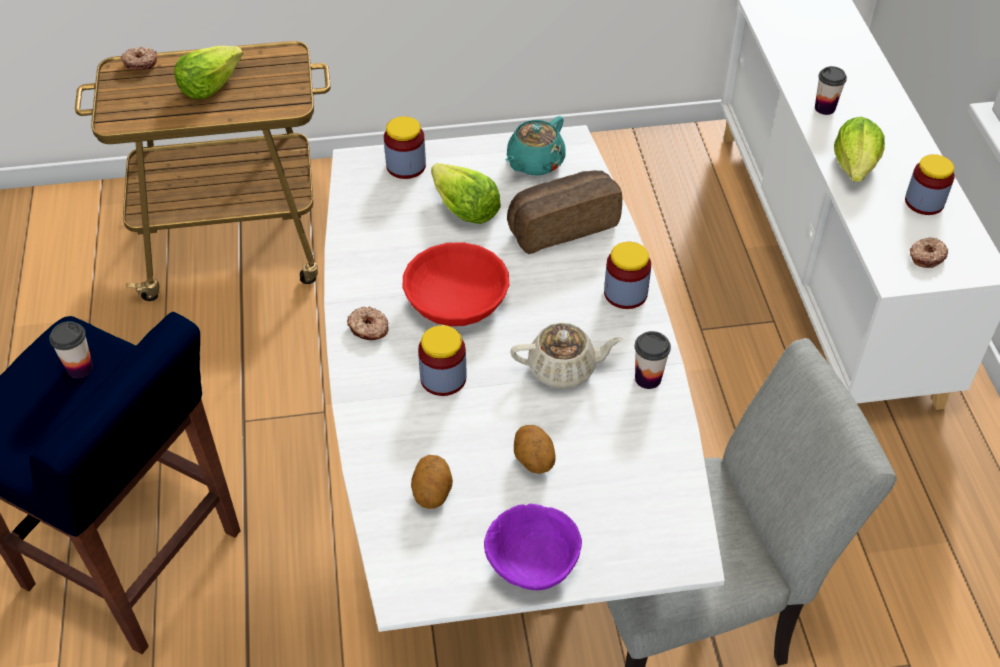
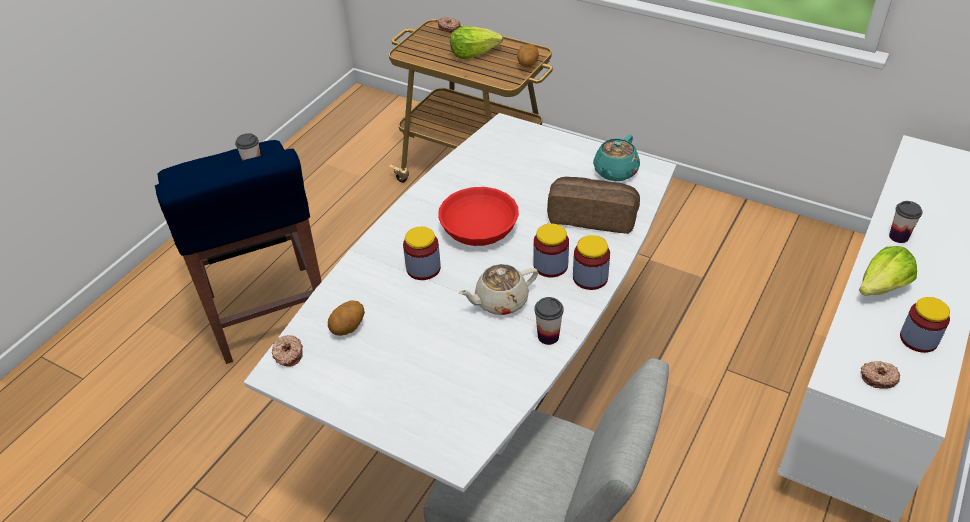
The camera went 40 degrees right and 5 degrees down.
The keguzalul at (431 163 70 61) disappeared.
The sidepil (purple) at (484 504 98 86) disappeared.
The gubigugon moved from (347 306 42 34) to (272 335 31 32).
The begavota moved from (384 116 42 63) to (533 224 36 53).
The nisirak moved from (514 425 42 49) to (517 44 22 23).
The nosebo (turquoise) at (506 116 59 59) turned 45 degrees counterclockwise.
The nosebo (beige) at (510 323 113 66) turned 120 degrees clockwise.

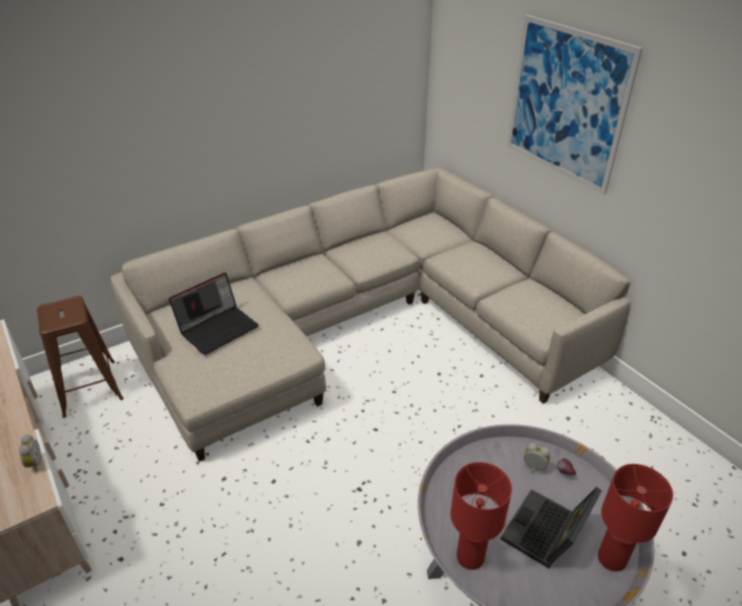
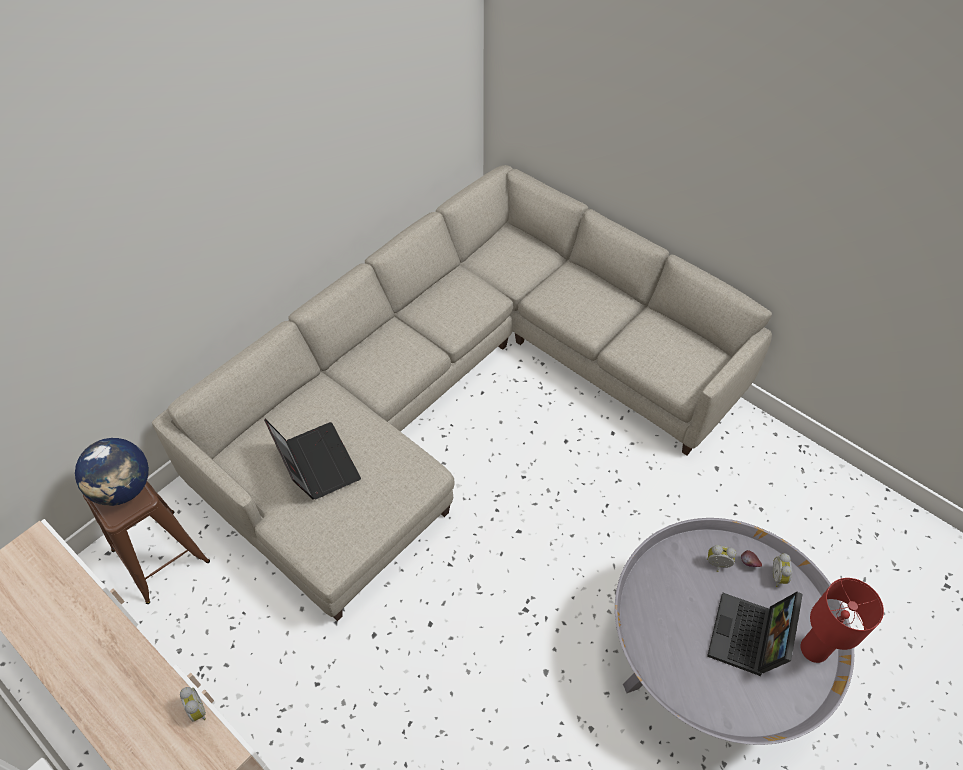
The camera went 15 degrees left and 15 degrees up.
The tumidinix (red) at (451 462 61 108) disappeared.
The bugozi at (507 15 136 180) disappeared.
The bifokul at (75 438 74 68) appeared.
The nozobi at (773 553 19 34) appeared.
The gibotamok at (169 272 90 83) turned 60 degrees counterclockwise.

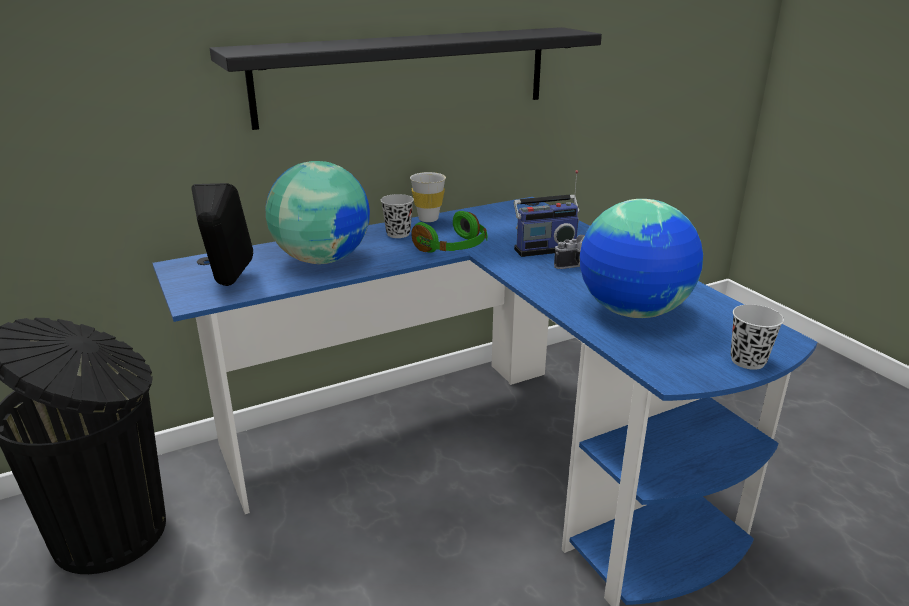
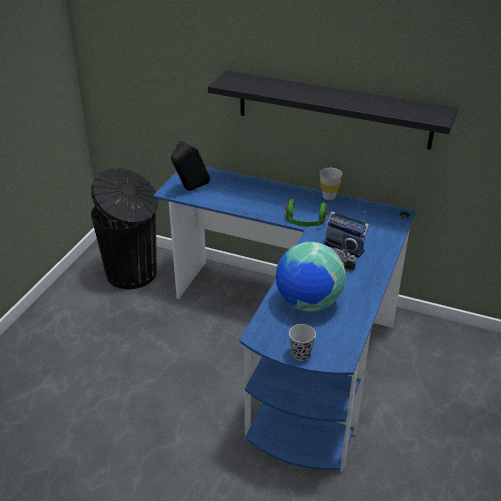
The camera went 50 degrees right and 10 degrees up.
The bifokul at (266 161 104 103) disappeared.
The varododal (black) at (381 194 33 44) disappeared.

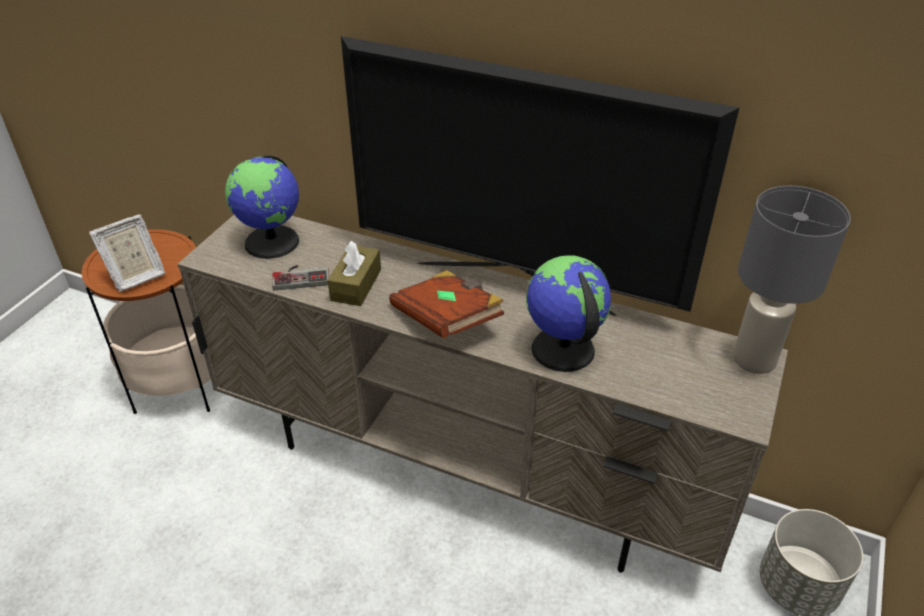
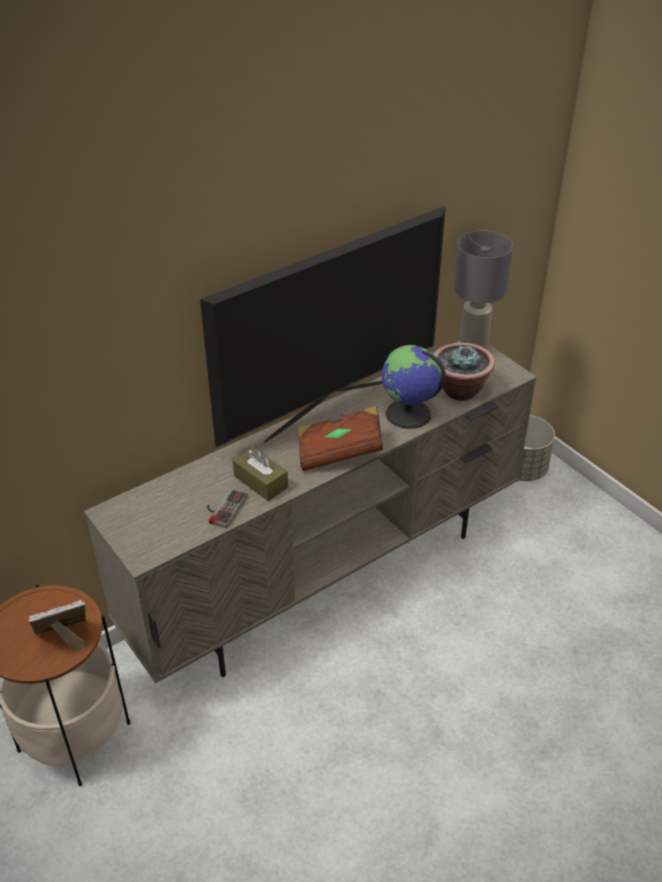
The camera went 60 degrees left and 0 degrees up.
The bifokul at (225 155 74 104) disappeared.
The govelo at (433 343 62 58) appeared.
The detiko at (89 214 77 78) turned 105 degrees counterclockwise.

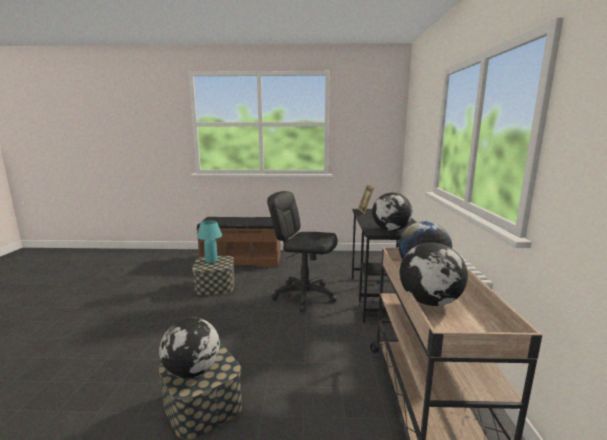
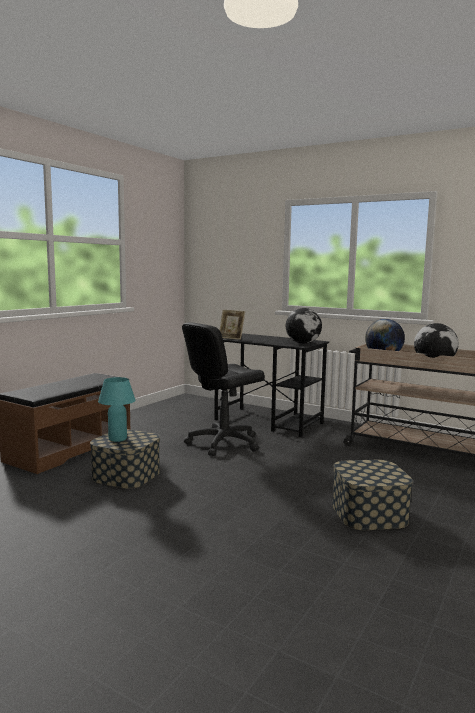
The camera went 60 degrees left and 5 degrees down.
The bifokul at (159 318 61 60) disappeared.

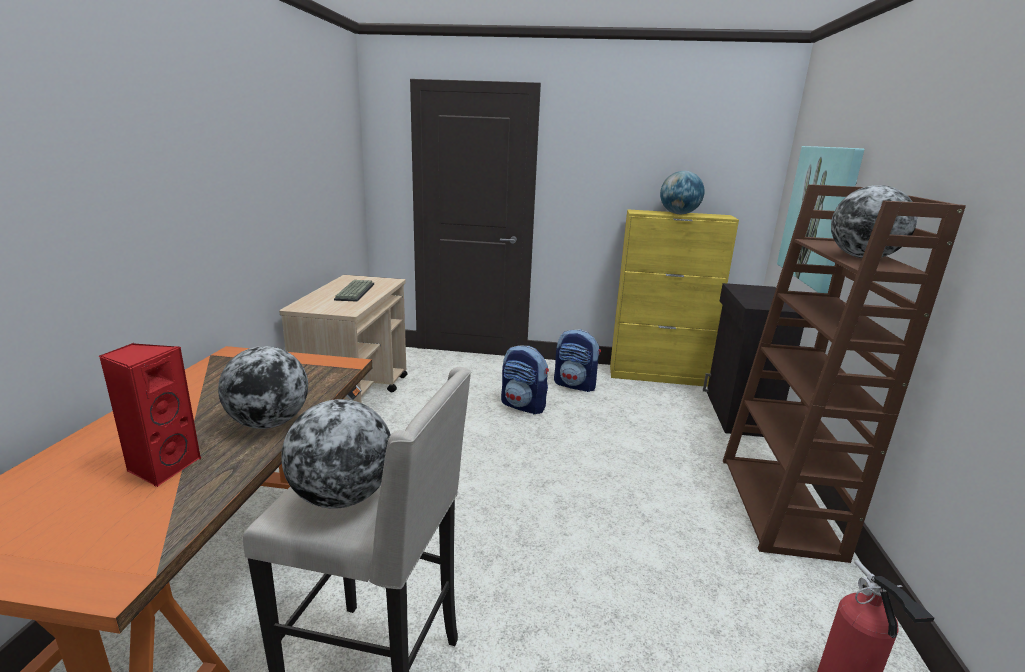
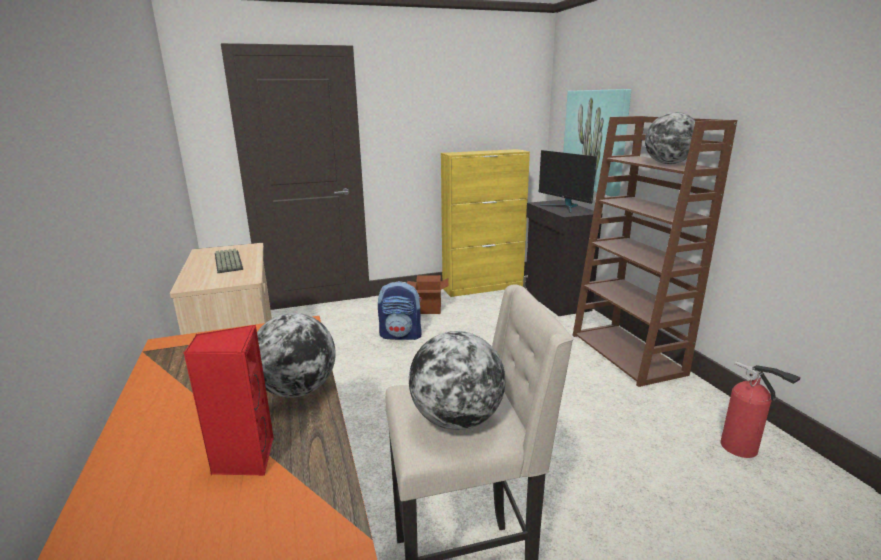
The camera went 25 degrees left and 0 degrees up.
The bifokul at (660 171 45 43) disappeared.
The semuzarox at (538 150 59 63) appeared.
The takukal at (554 329 47 63) was replaced by the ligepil at (407 275 42 39).

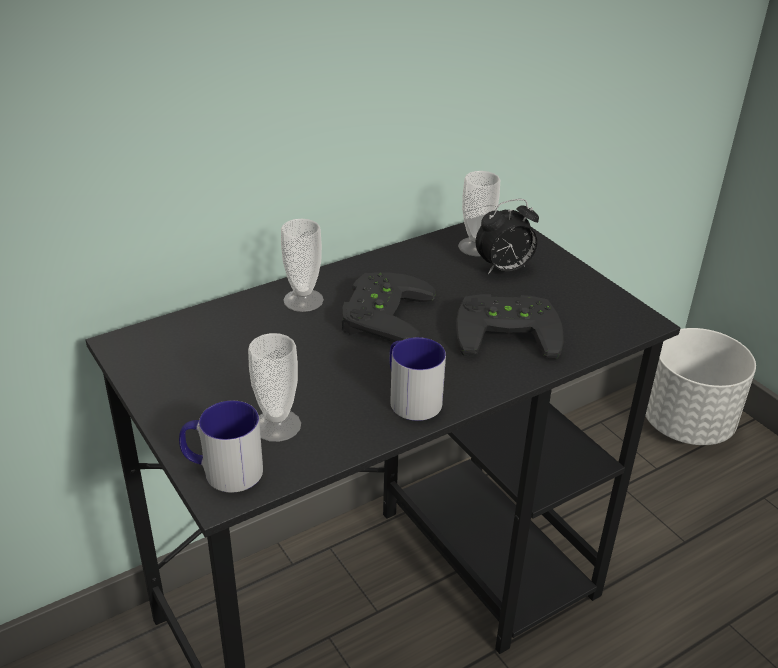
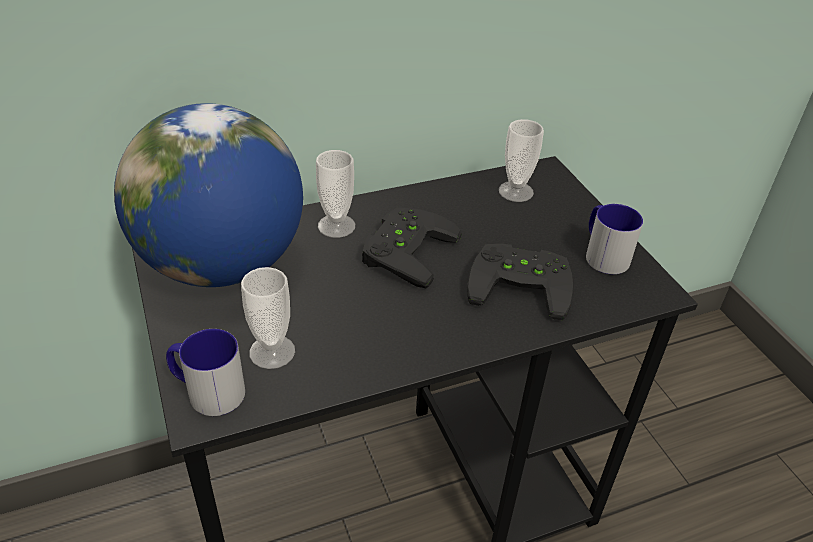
The camera went 10 degrees right and 5 degrees up.
The nozobi at (476 199 63 75) disappeared.
The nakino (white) at (645 328 111 117) disappeared.
The bifokul at (114 103 189 184) appeared.
The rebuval moved from (389 337 57 84) to (586 204 57 70).

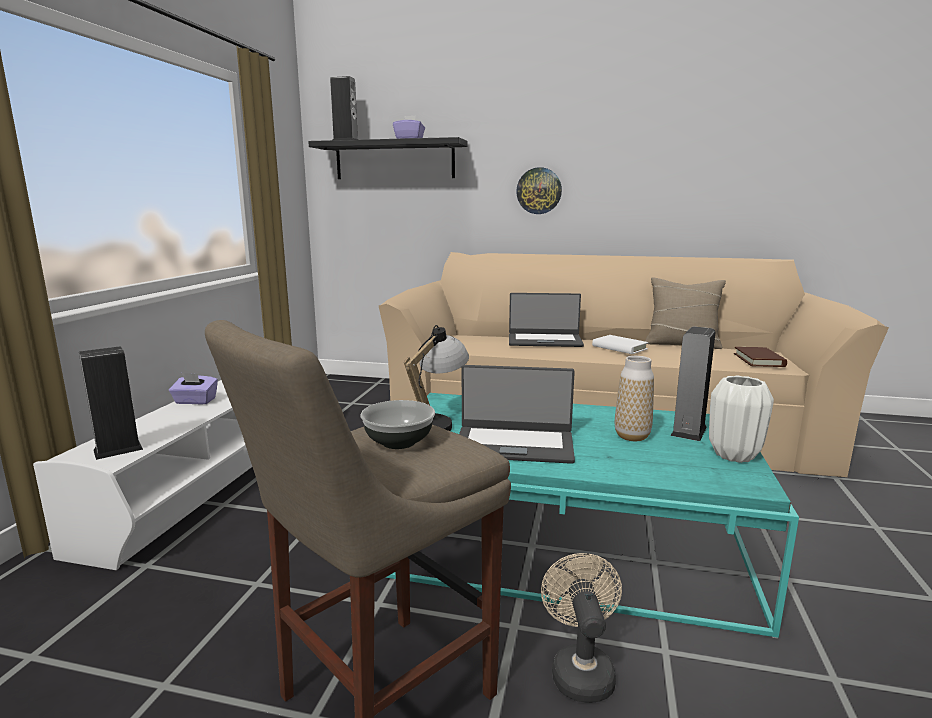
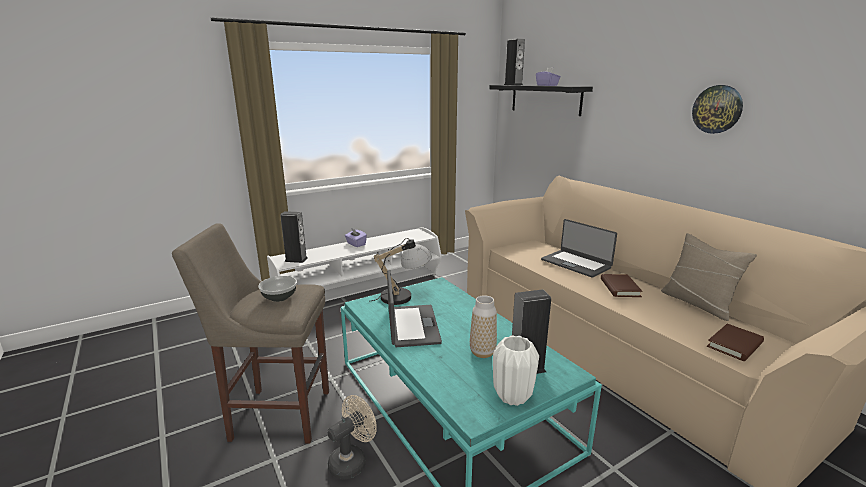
The camera went 45 degrees right and 5 degrees up.
The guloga moved from (516 167 46 47) to (692 85 51 49).
The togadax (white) at (592 335 57 19) became the togadax (brown) at (601 274 42 23).
The gibotamok at (459 365 116 99) turned 150 degrees counterclockwise.

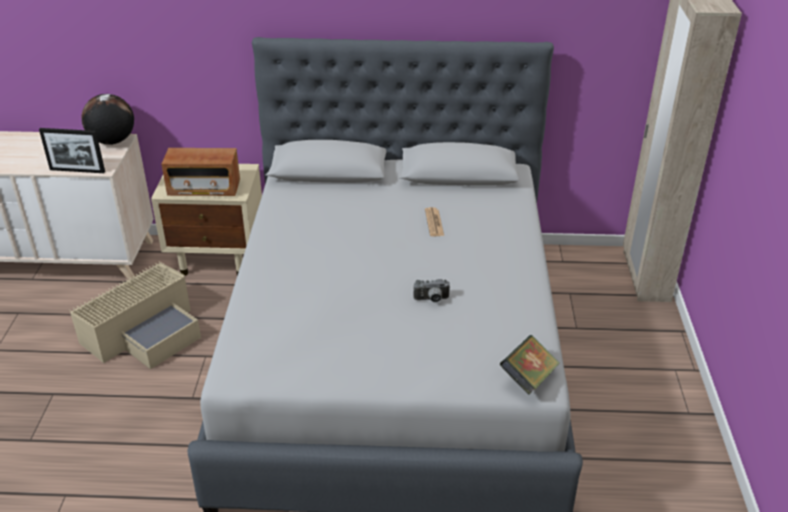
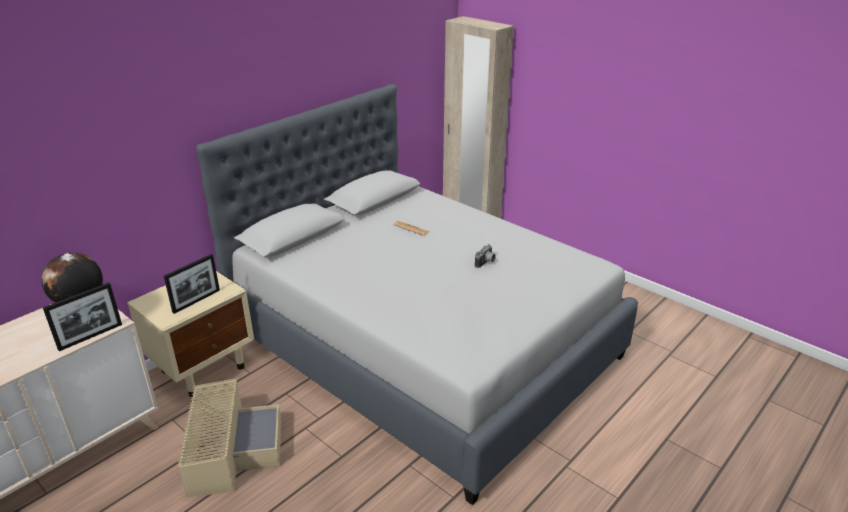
The camera went 50 degrees left and 5 degrees down.
The togadax at (500 335 60 60) disappeared.
The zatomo at (161 148 79 48) was replaced by the detiko at (164 254 56 60).

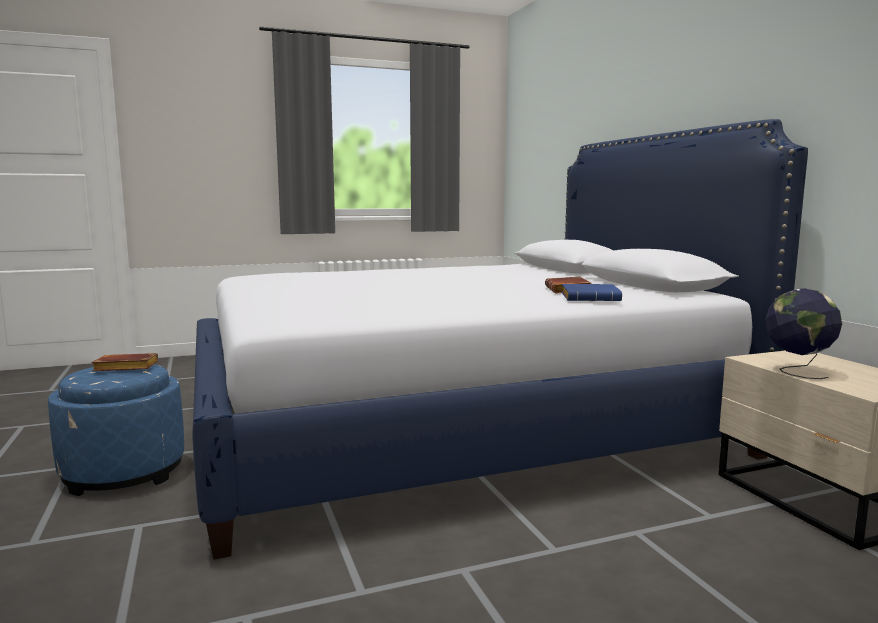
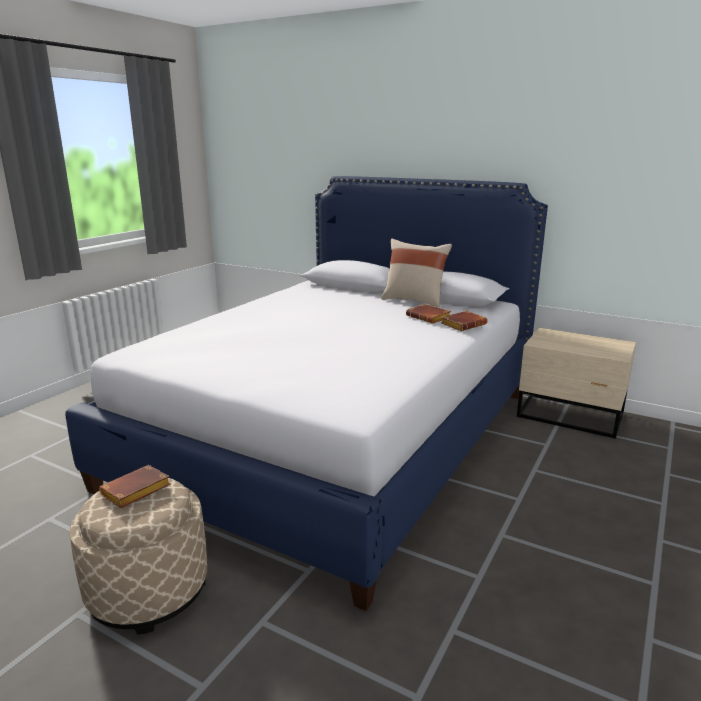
The camera went 40 degrees left and 10 degrees up.
The bifokul at (765 288 77 91) disappeared.
The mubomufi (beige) at (381 239 71 69) appeared.
The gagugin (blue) at (48 364 136 132) became the gagugin (beige) at (69 478 138 157).
The togadax (blue) at (562 284 60 17) became the togadax (brown) at (441 311 46 20).

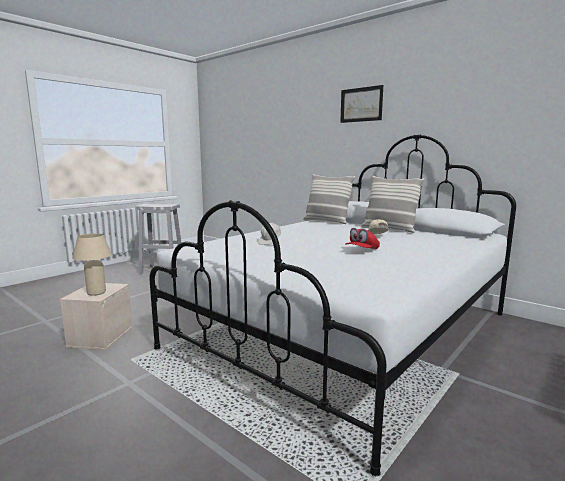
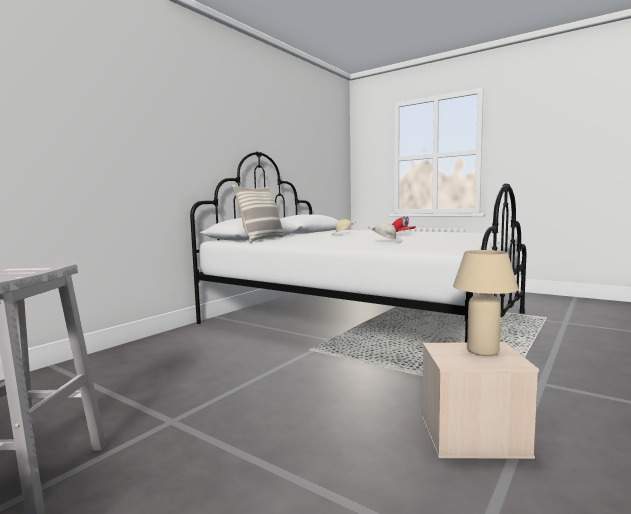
The camera went 95 degrees left and 5 degrees down.
The bugozi at (340 85 43 38) disappeared.
The mubomufi at (361 176 63 57) disappeared.

